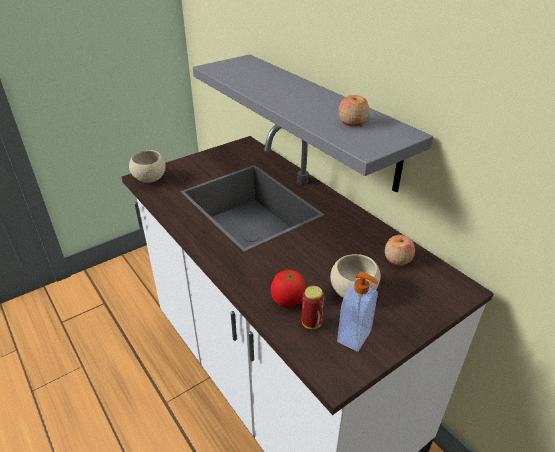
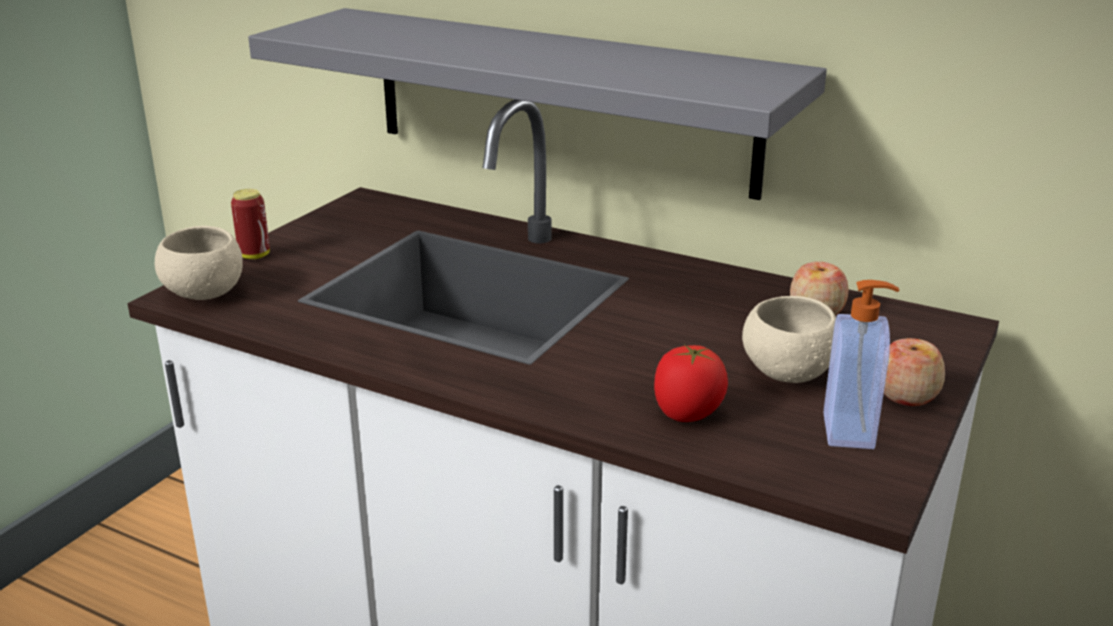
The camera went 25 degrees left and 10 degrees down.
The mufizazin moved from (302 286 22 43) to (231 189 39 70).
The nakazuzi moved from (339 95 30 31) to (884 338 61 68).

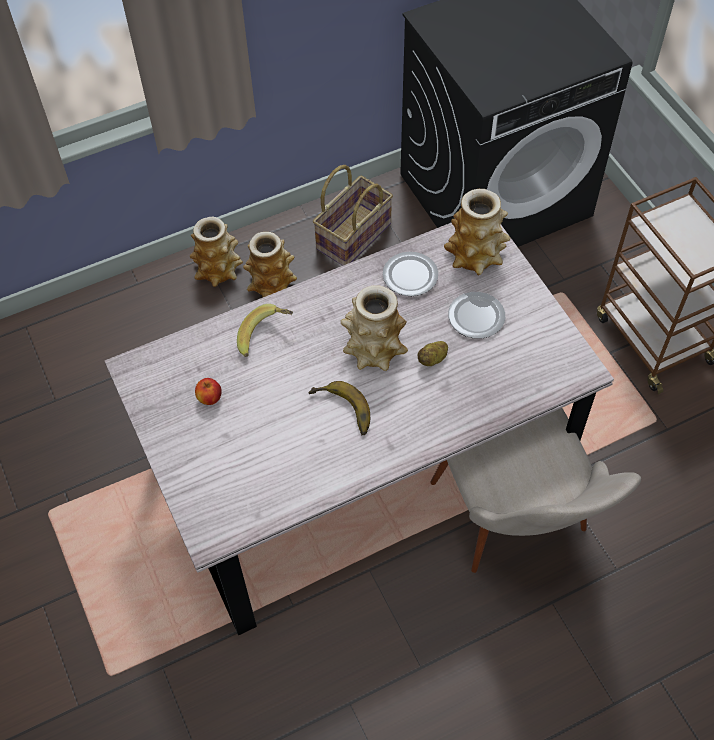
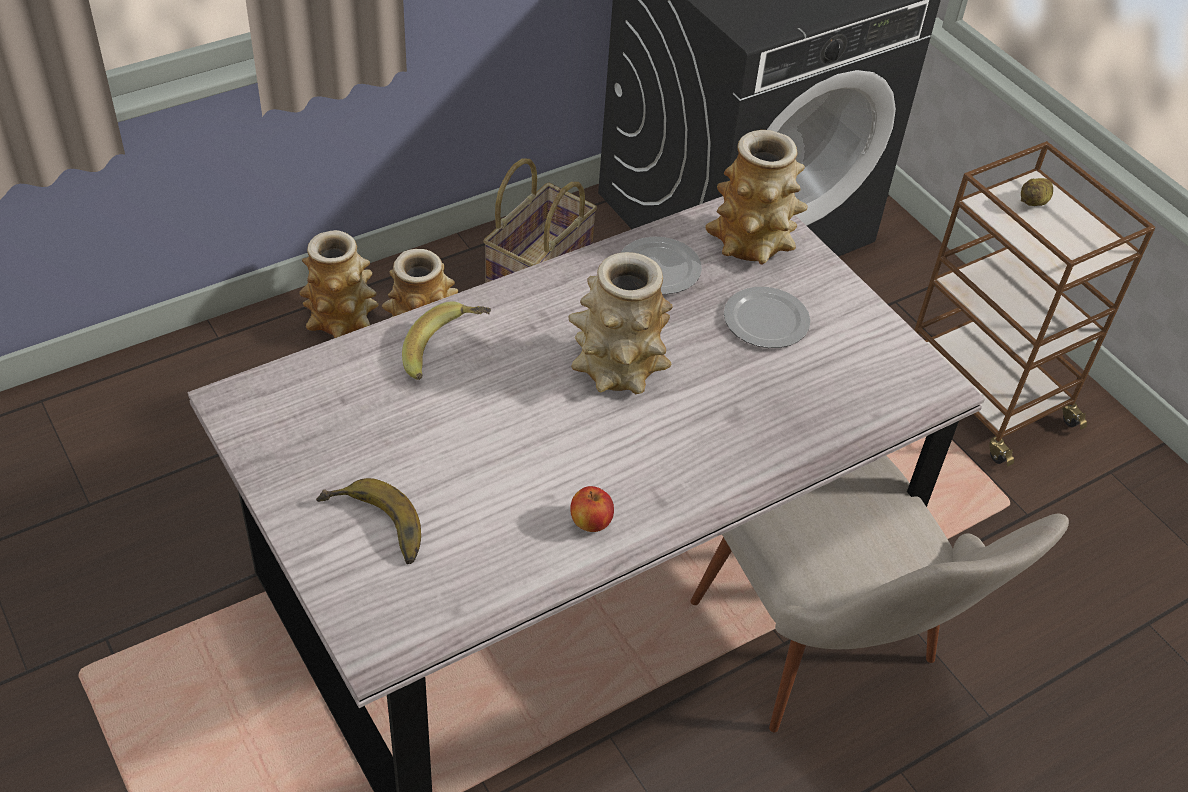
The camera went 10 degrees left and 10 degrees down.
The nakazuzi moved from (195 378 27 27) to (570 486 44 46).
The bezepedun moved from (308 381 62 54) to (316 478 105 86).
The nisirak moved from (418 341 30 25) to (1021 178 32 28).

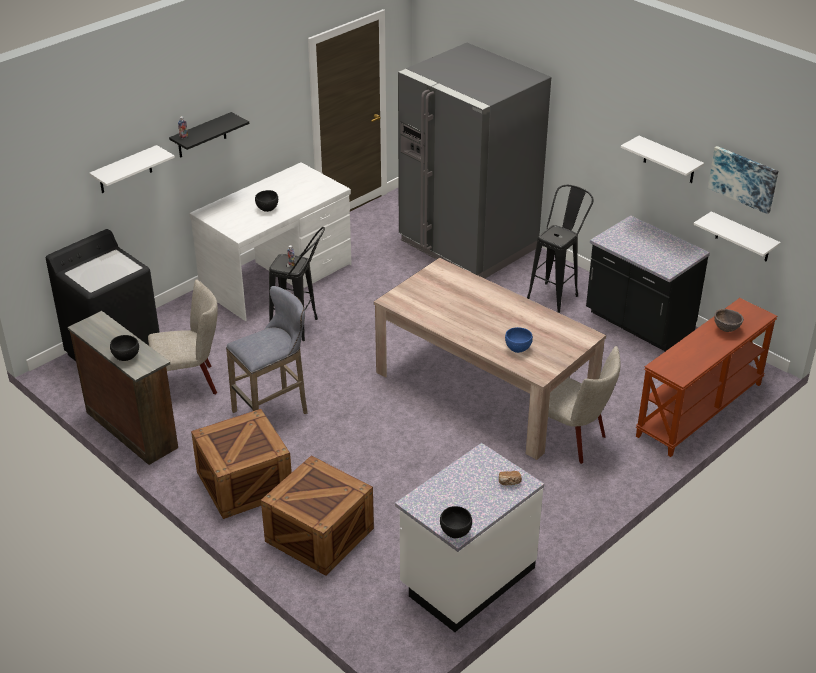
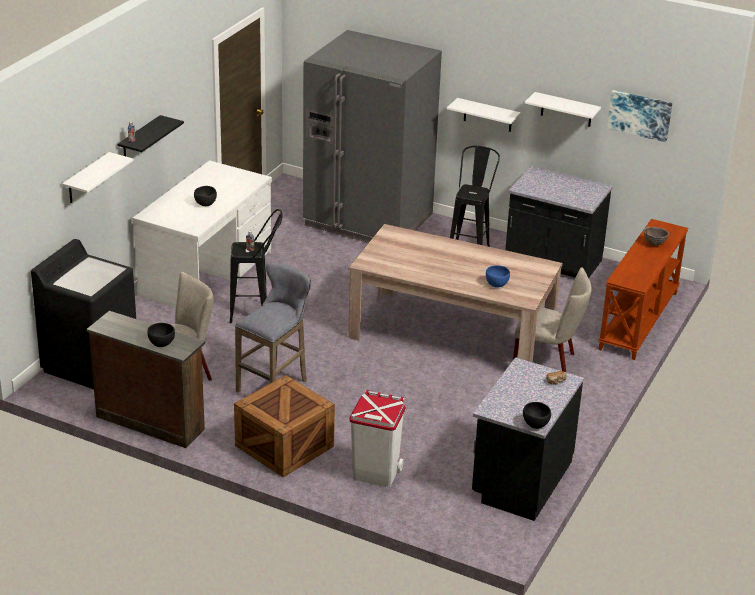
The camera went 20 degrees left and 5 degrees down.
The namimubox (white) moved from (693 211 88 51) to (447 98 74 34).
The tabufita at (261 456 113 120) was replaced by the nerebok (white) at (349 390 56 97).
The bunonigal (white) at (395 443 149 189) became the bunonigal (black) at (472 357 112 164).

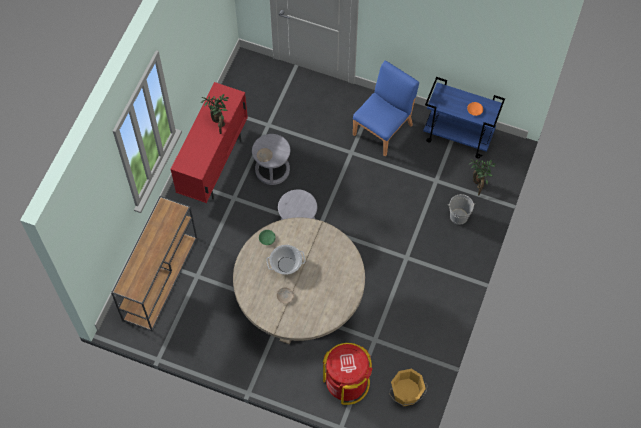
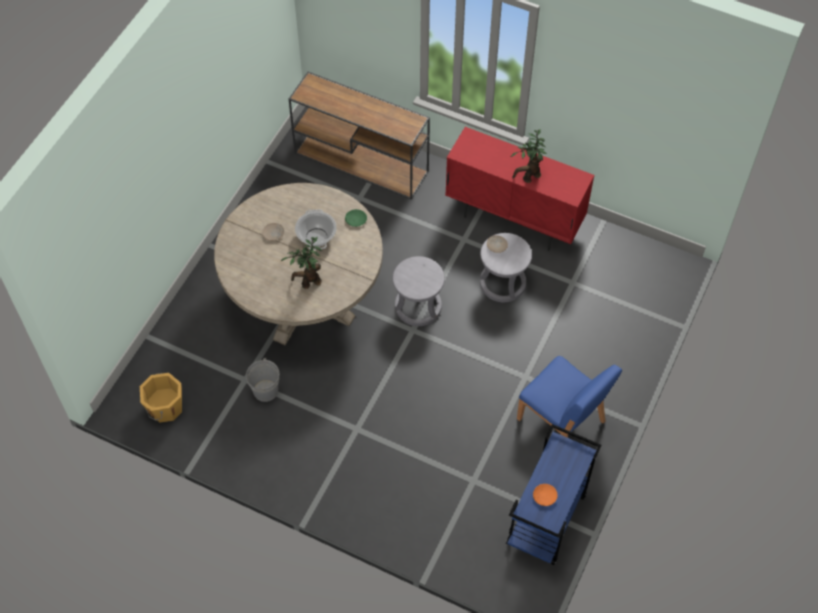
The camera went 95 degrees right and 5 degrees down.
The nerebok (red) at (323 343 50 62) disappeared.
The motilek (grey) moved from (449 194 26 31) to (246 358 33 44).
The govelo moved from (468 159 28 36) to (281 237 41 52).

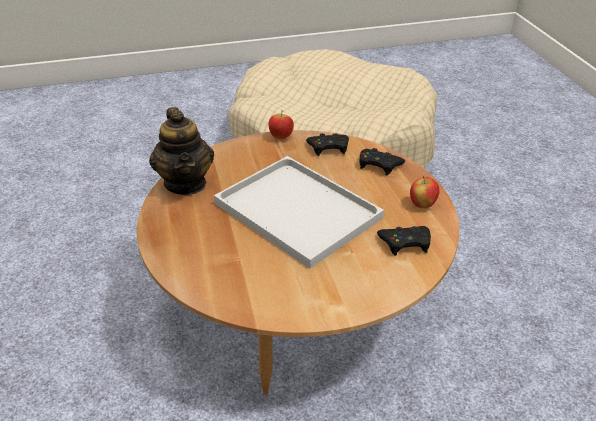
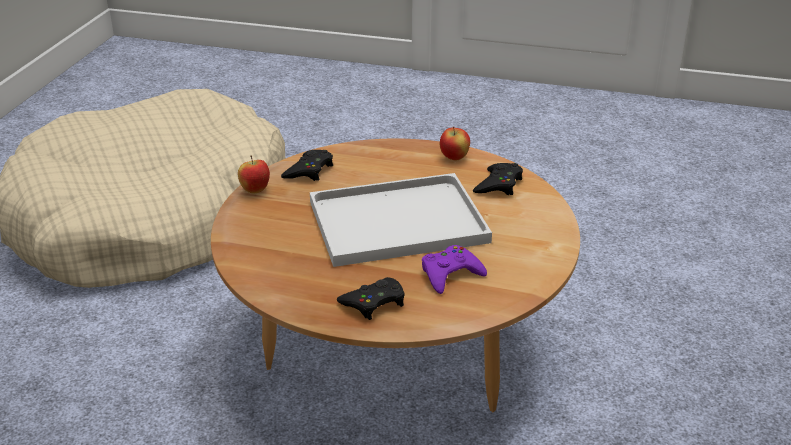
The camera went 60 degrees left and 5 degrees down.
The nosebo at (149 107 65 88) disappeared.
The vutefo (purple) at (422 245 65 49) appeared.
The vutefo (black) moved from (359 148 46 27) to (337 277 68 43).

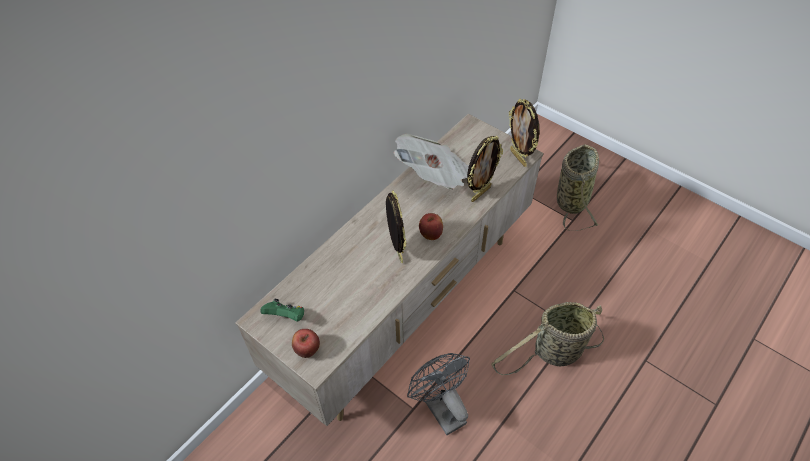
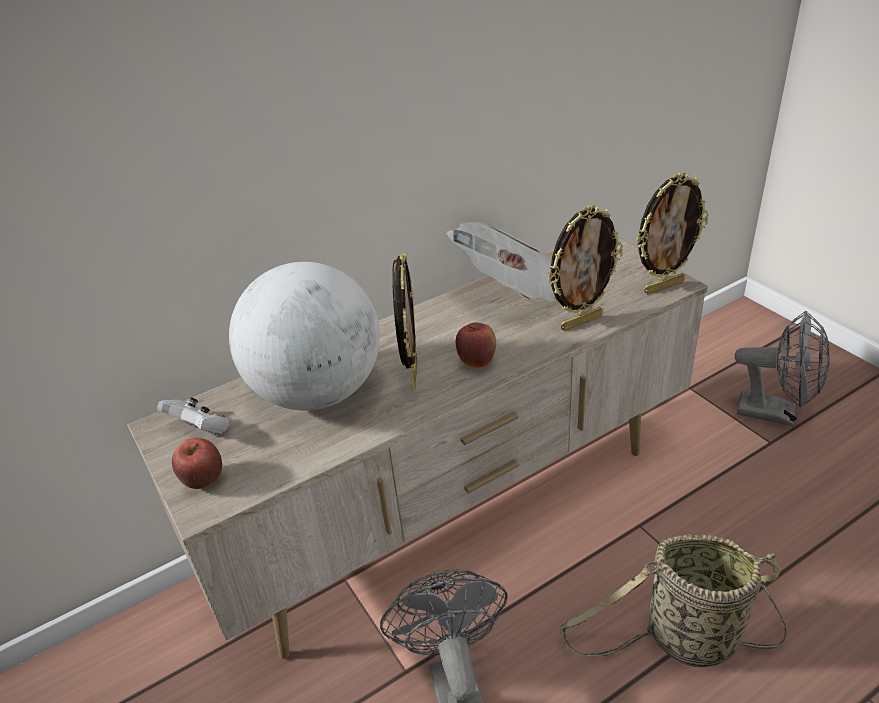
The camera went 20 degrees right and 15 degrees down.
The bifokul at (229 262 151 149) appeared.
The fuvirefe at (557 144 42 87) was replaced by the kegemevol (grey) at (735 311 95 115).
The vutefo (green) at (260 299 44 22) became the vutefo (white) at (157 397 73 38).
The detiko at (509 99 30 68) turned 105 degrees counterclockwise.

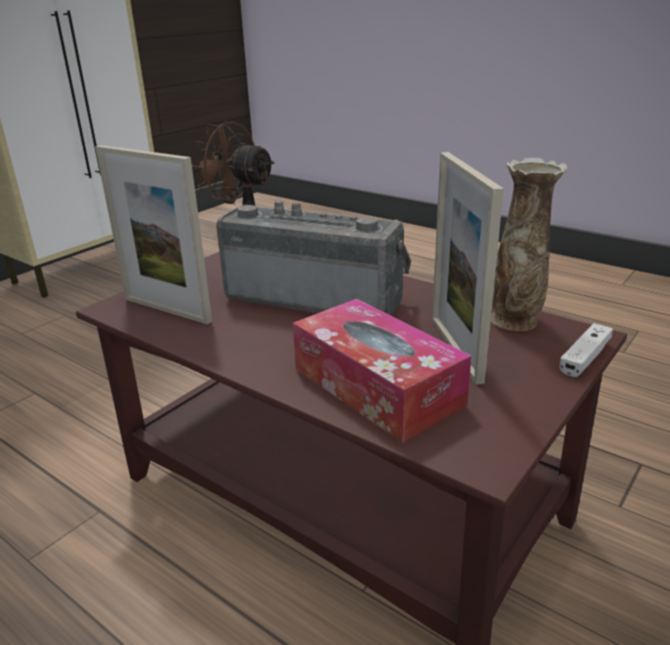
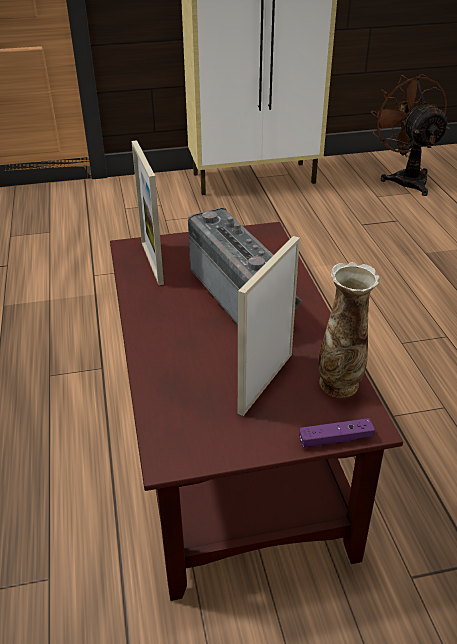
The camera went 40 degrees right and 10 degrees up.
The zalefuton at (293 299 179 144) disappeared.
The vutefo (white) at (559 323 54 54) became the vutefo (purple) at (299 418 76 30).

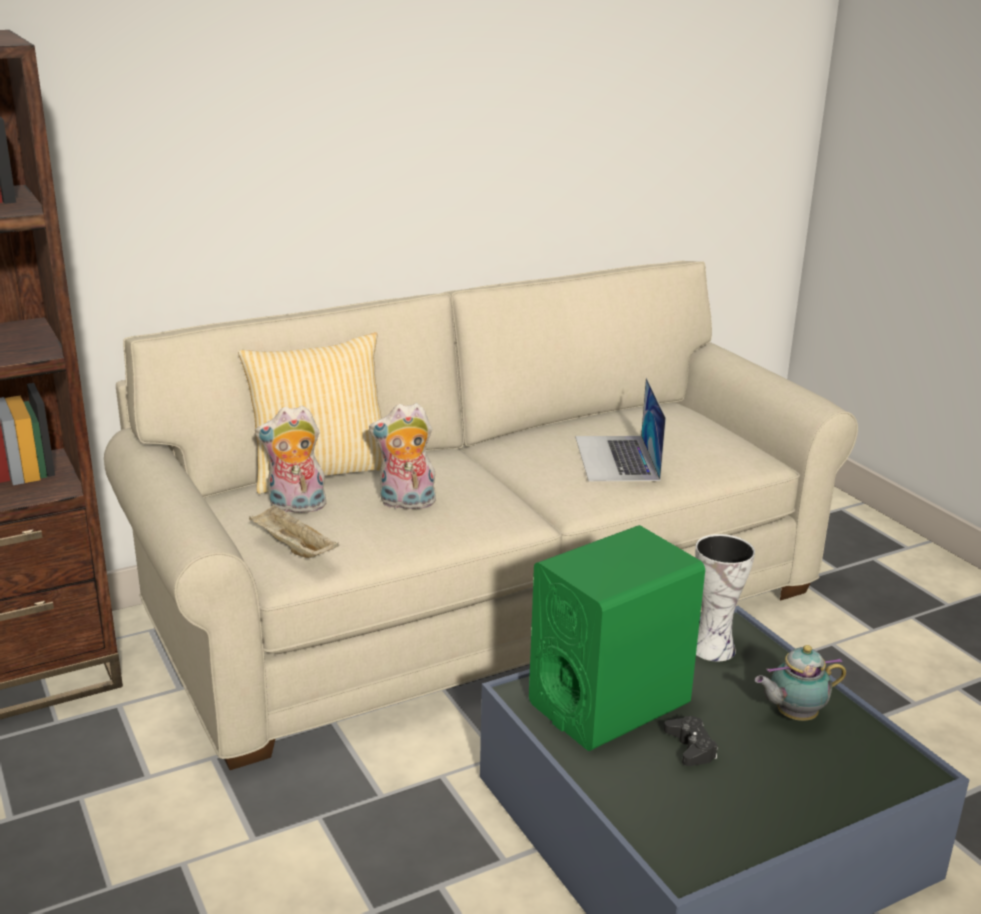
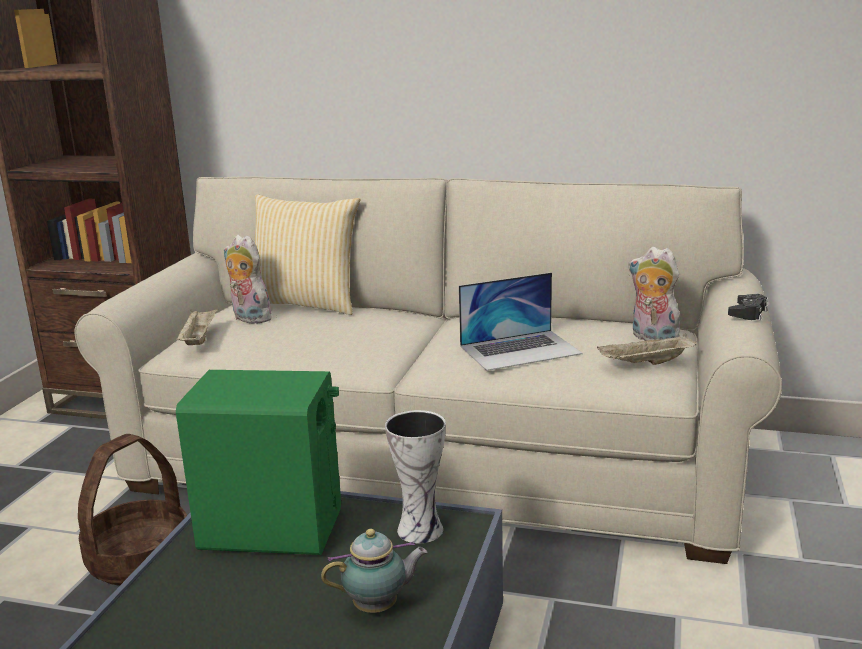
The camera went 45 degrees right and 5 degrees down.
The fuvirefe at (78 434 109 151) appeared.
The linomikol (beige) at (597 334 99 31) appeared.
The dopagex moved from (369 403 70 108) to (628 247 52 94).
The vutefo (black) moved from (664 716 54 50) to (728 294 40 26).
The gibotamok at (575 378 91 103) turned 150 degrees counterclockwise.
The nosebo at (755 645 91 76) turned 135 degrees clockwise.

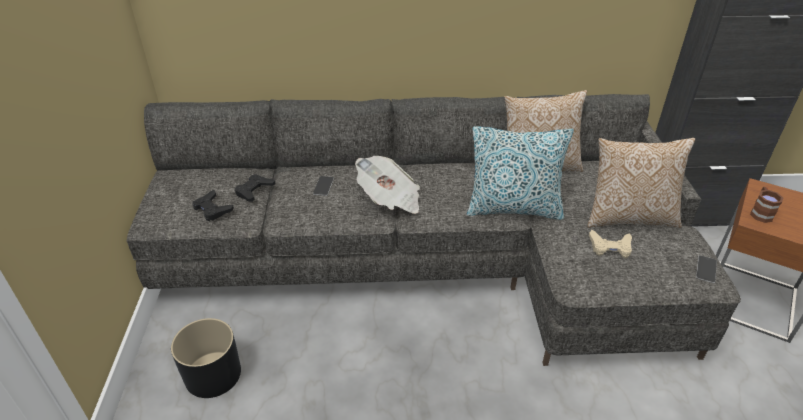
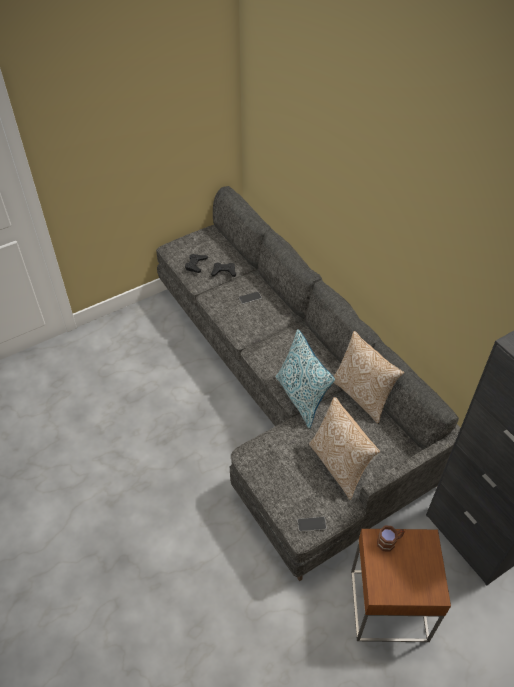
The camera went 60 degrees right and 10 degrees up.
The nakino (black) at (171 318 70 80) disappeared.
The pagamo at (355 156 65 58) disappeared.
The vutefo (beige) at (589 230 43 28) disappeared.

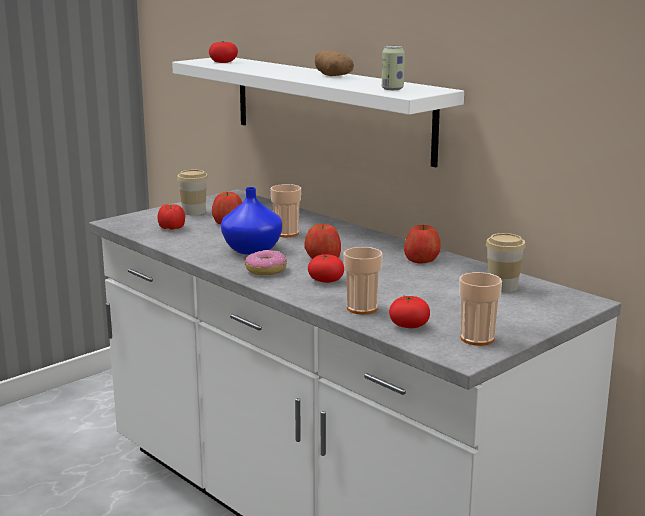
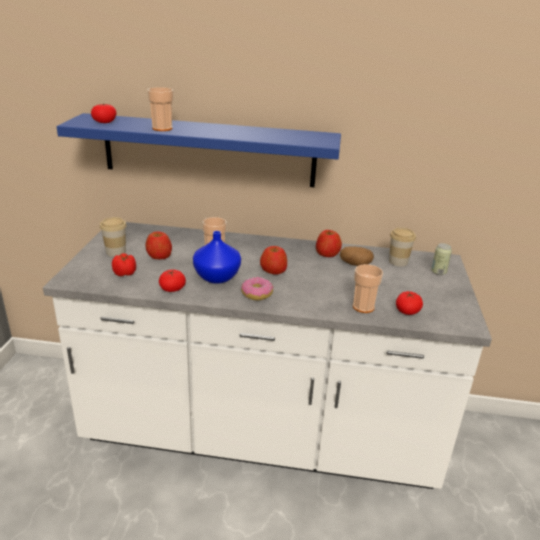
The camera went 40 degrees left and 10 degrees up.
The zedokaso moved from (308 254 36 29) to (159 270 27 22).
The nisirak moved from (315 50 39 26) to (340 246 34 20).
The mufizazin moved from (382 46 23 44) to (431 243 21 32).
The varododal moved from (459 272 43 74) to (148 87 25 44).
The namimubox (white) at (172 58 292 109) became the namimubox (blue) at (57 113 284 74).

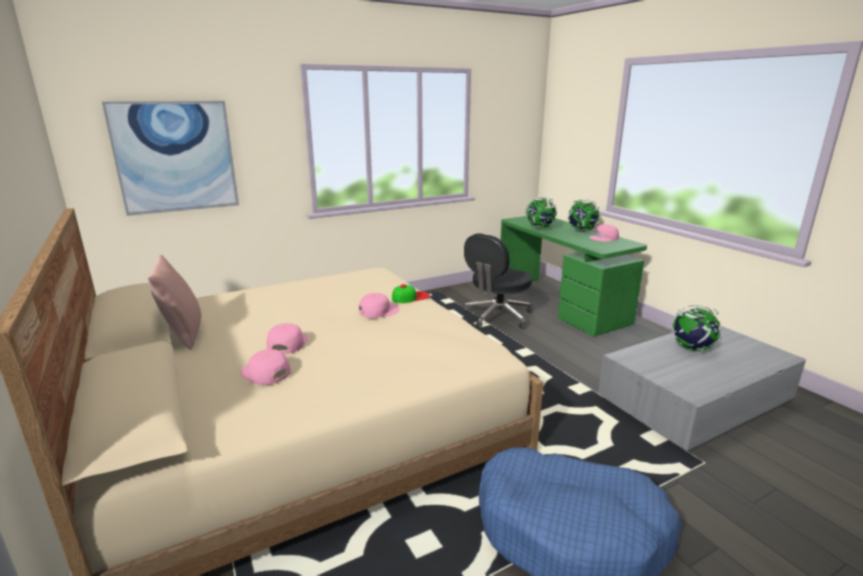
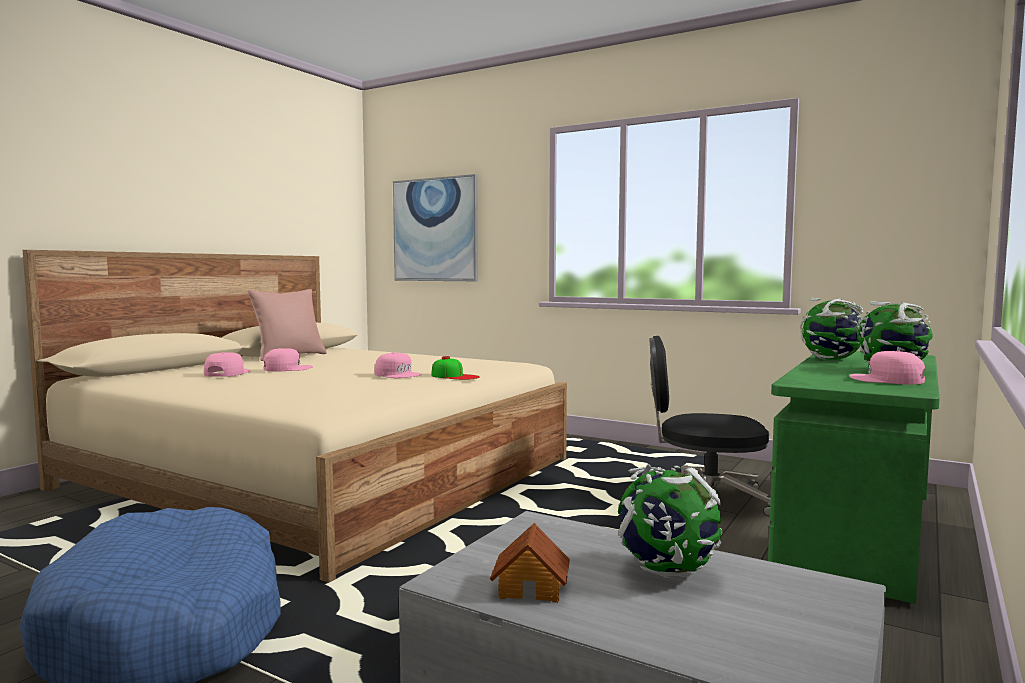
The camera went 60 degrees right and 15 degrees down.
The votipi at (490 522 80 81) appeared.

